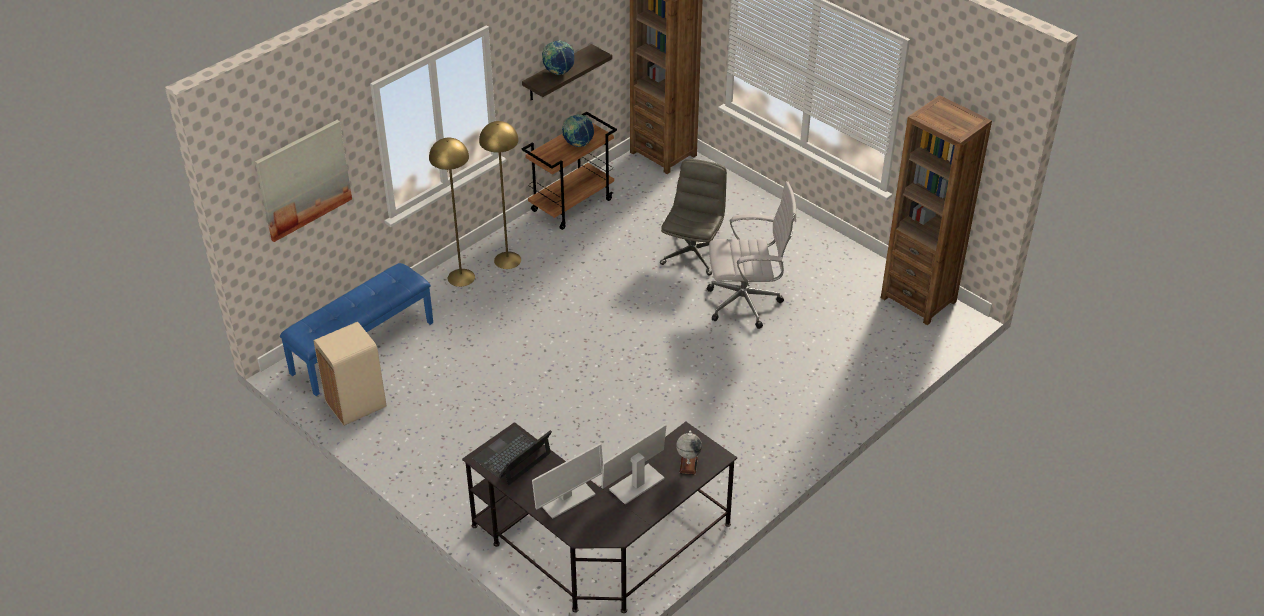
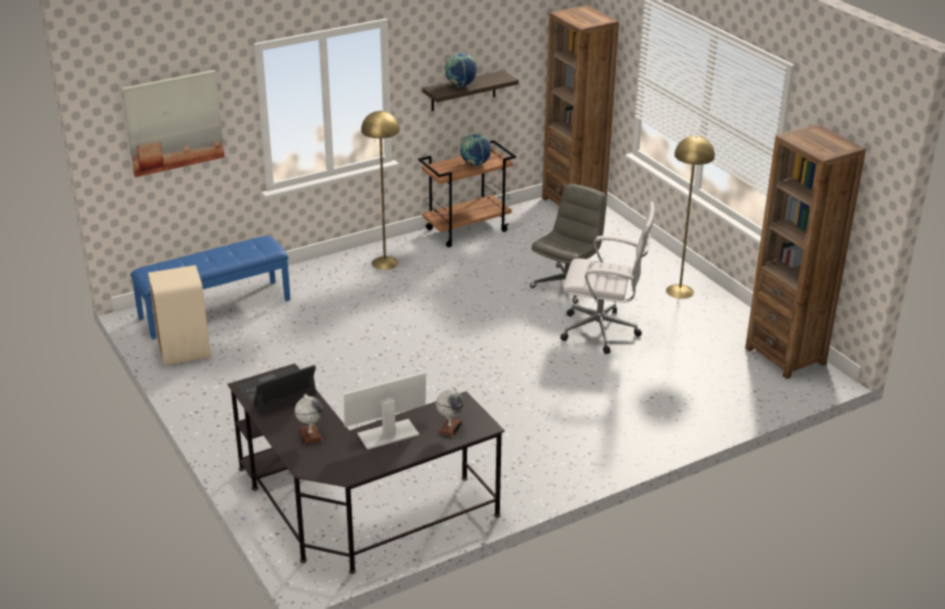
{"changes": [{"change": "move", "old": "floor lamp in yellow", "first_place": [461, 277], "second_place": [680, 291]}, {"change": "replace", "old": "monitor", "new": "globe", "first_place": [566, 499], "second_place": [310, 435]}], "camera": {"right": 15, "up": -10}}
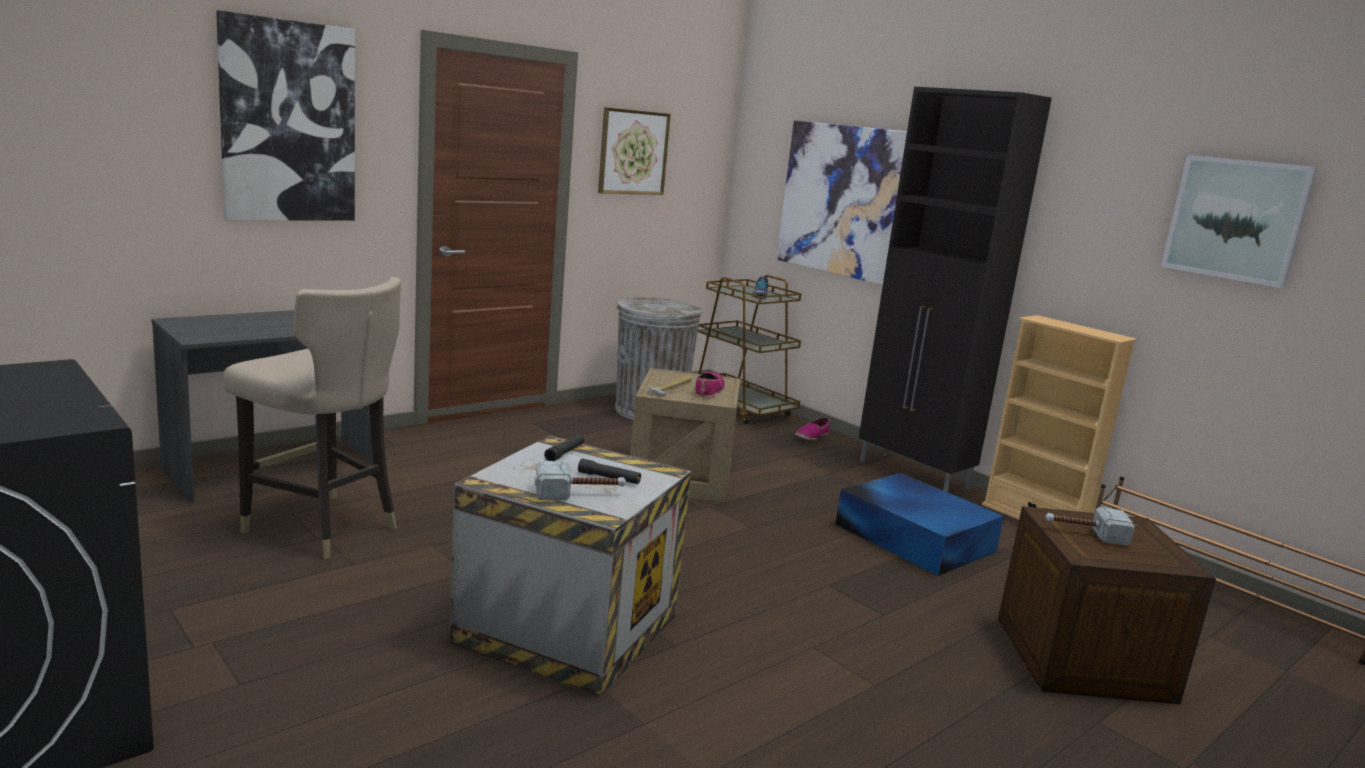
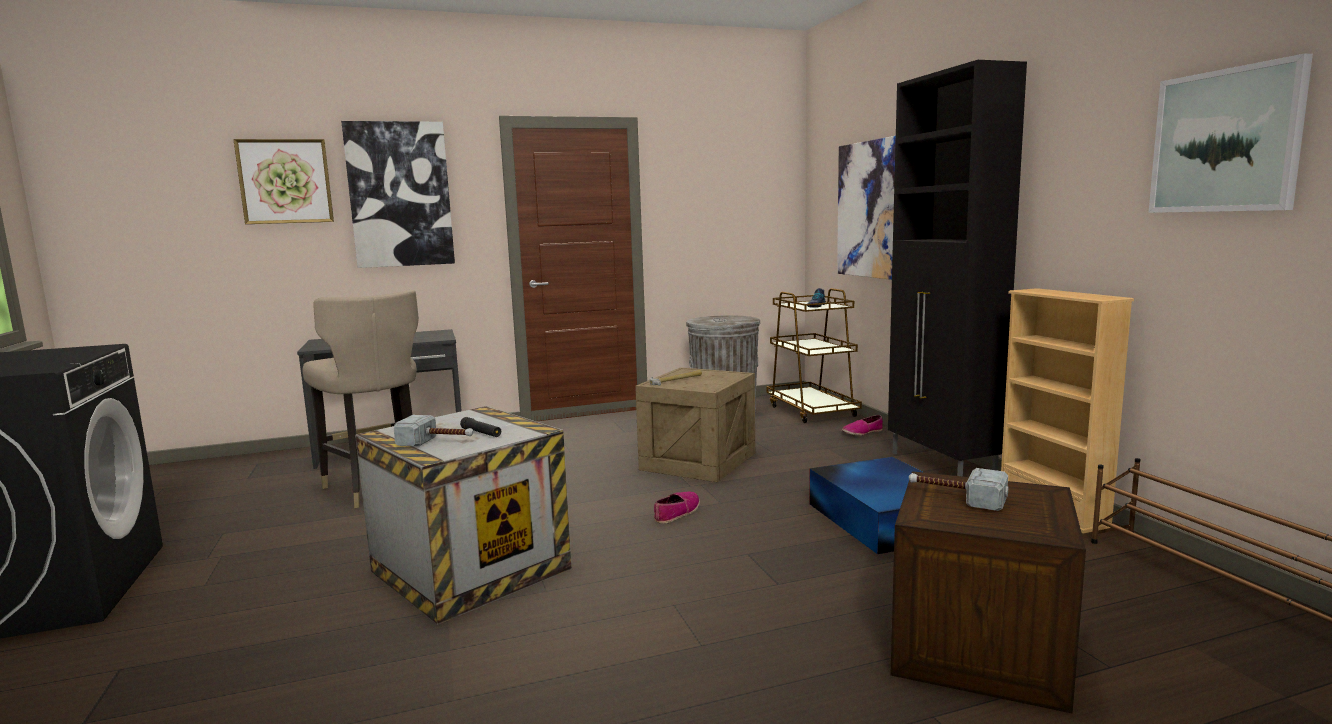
{"changes": [{"change": "delete", "old": "flashlight in black", "first_place": [565, 453]}, {"change": "move", "old": "picture", "first_place": [633, 152], "second_place": [285, 181]}, {"change": "move", "old": "shoe", "first_place": [708, 390], "second_place": [677, 513]}], "camera": {"right": 25, "up": -5}}
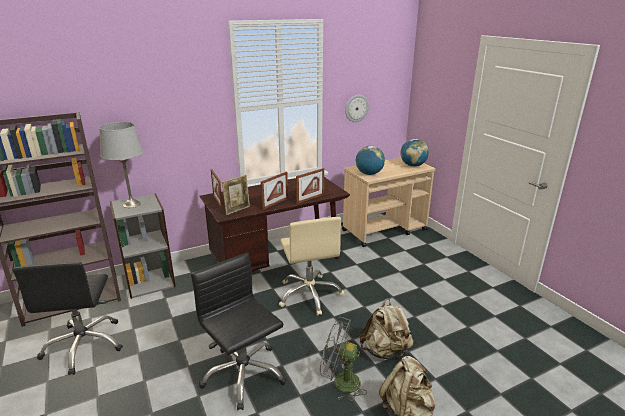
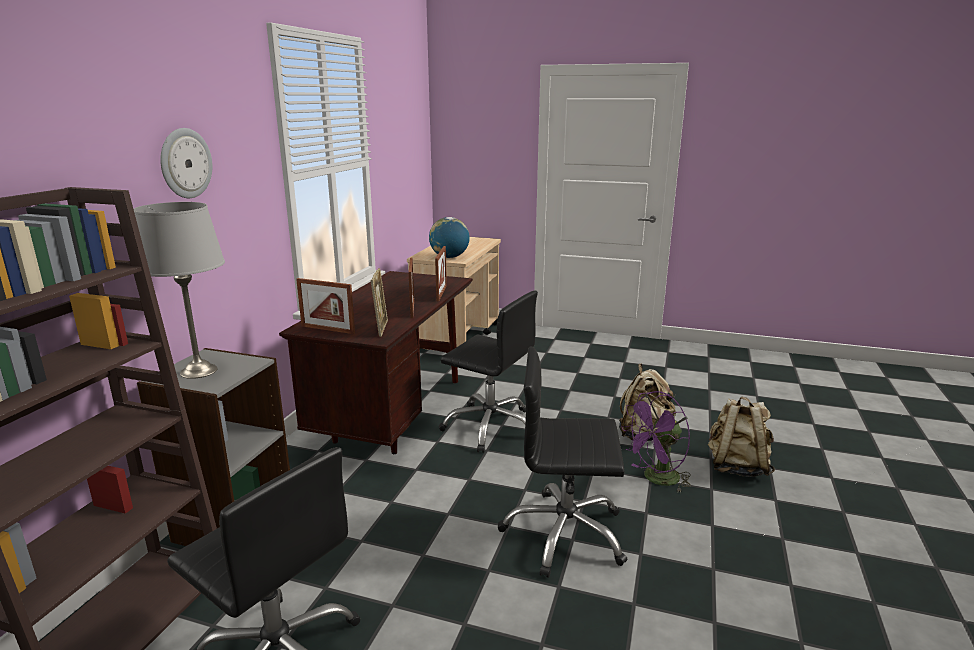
{"changes": [{"change": "delete", "old": "globe", "first_place": [413, 165]}, {"change": "move", "old": "wall clock", "first_place": [356, 108], "second_place": [185, 163]}, {"change": "recolor", "old": "office chair in beige", "new": "office chair in black", "first_place": [310, 294], "second_place": [490, 426]}, {"change": "recolor", "old": "fan in grey", "new": "fan in purple", "first_place": [340, 382], "second_place": [656, 479]}], "camera": {"right": -45, "up": -5}}
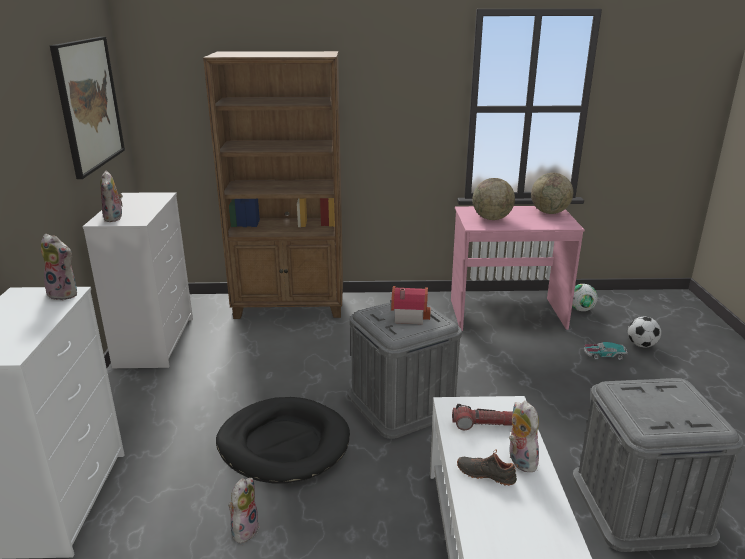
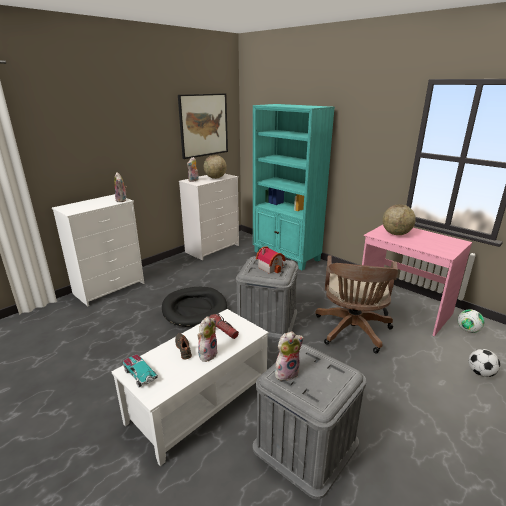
{"changes": [{"change": "insert", "new": "office chair in brown", "second_place": [352, 332]}, {"change": "move", "old": "plush toy", "first_place": [244, 529], "second_place": [286, 372]}, {"change": "move", "old": "globe", "first_place": [549, 212], "second_place": [215, 178]}, {"change": "move", "old": "toy car", "first_place": [603, 355], "second_place": [140, 374]}, {"change": "recolor", "old": "bookcase in brown", "new": "bookcase in turquoise", "first_place": [290, 307], "second_place": [286, 256]}], "camera": {"right": 45, "up": 0}}
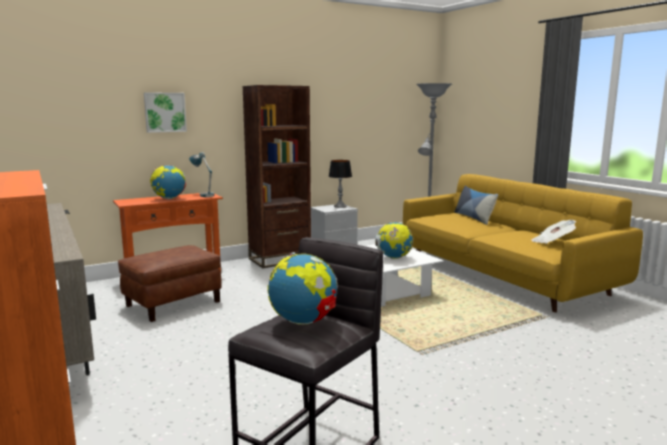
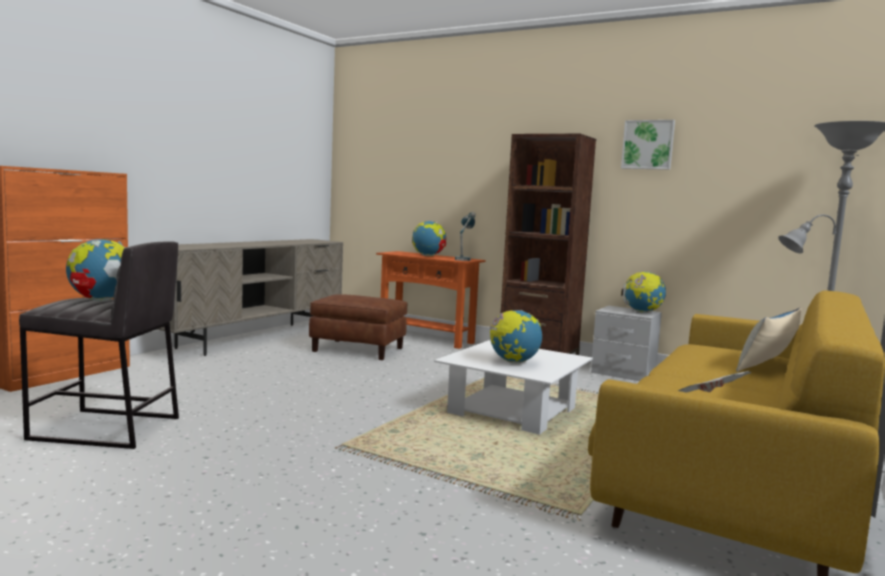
{"changes": [{"change": "move", "old": "picture", "first_place": [165, 112], "second_place": [648, 145]}, {"change": "replace", "old": "table lamp", "new": "globe", "first_place": [340, 206], "second_place": [642, 312]}], "camera": {"right": 60, "up": -5}}
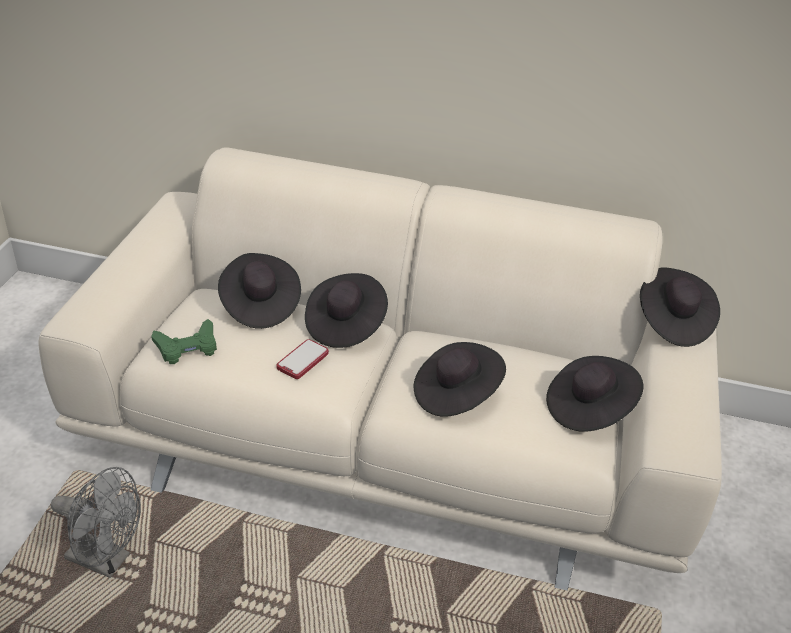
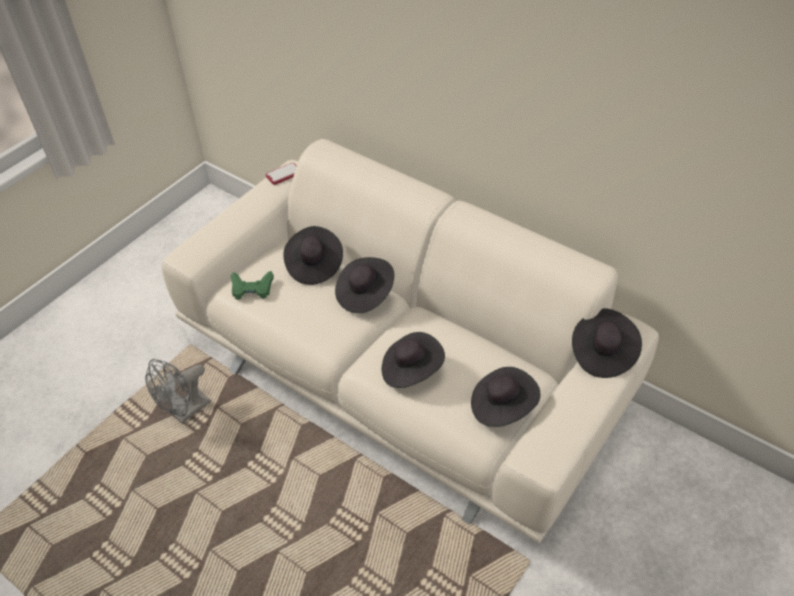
{"changes": [{"change": "move", "old": "phone", "first_place": [302, 360], "second_place": [283, 174]}, {"change": "rotate", "old": "fan in grey", "first_place": [106, 560], "second_place": [185, 412], "degrees": 90}], "camera": {"right": 25, "up": 10}}
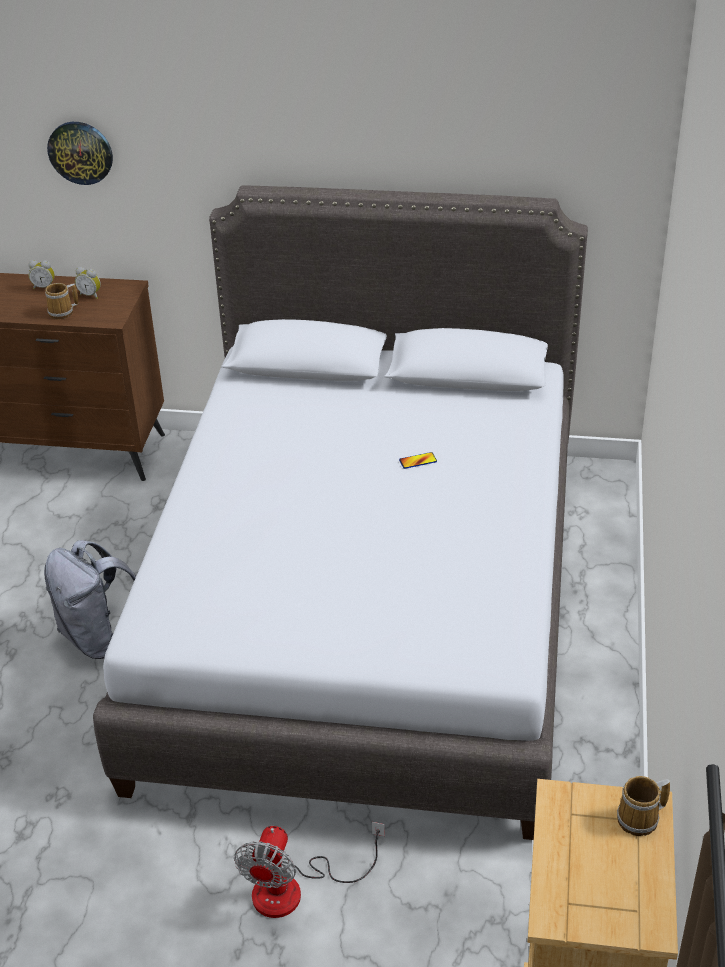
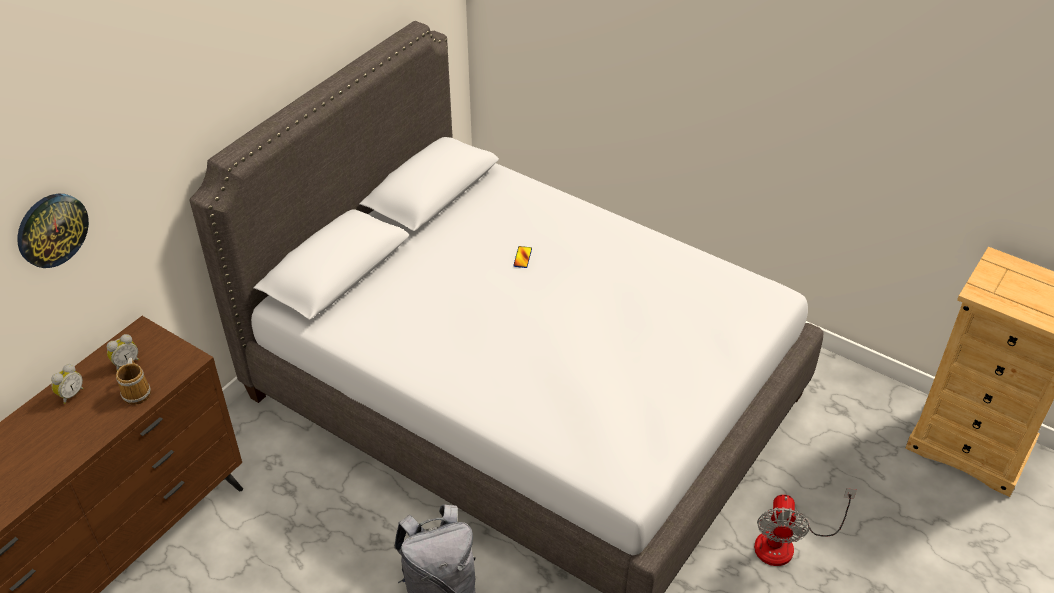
{"changes": [{"change": "delete", "old": "mug", "first_place": [641, 819]}, {"change": "rotate", "old": "fan", "first_place": [294, 889], "second_place": [786, 543], "degrees": 60}], "camera": {"right": -65, "up": 5}}
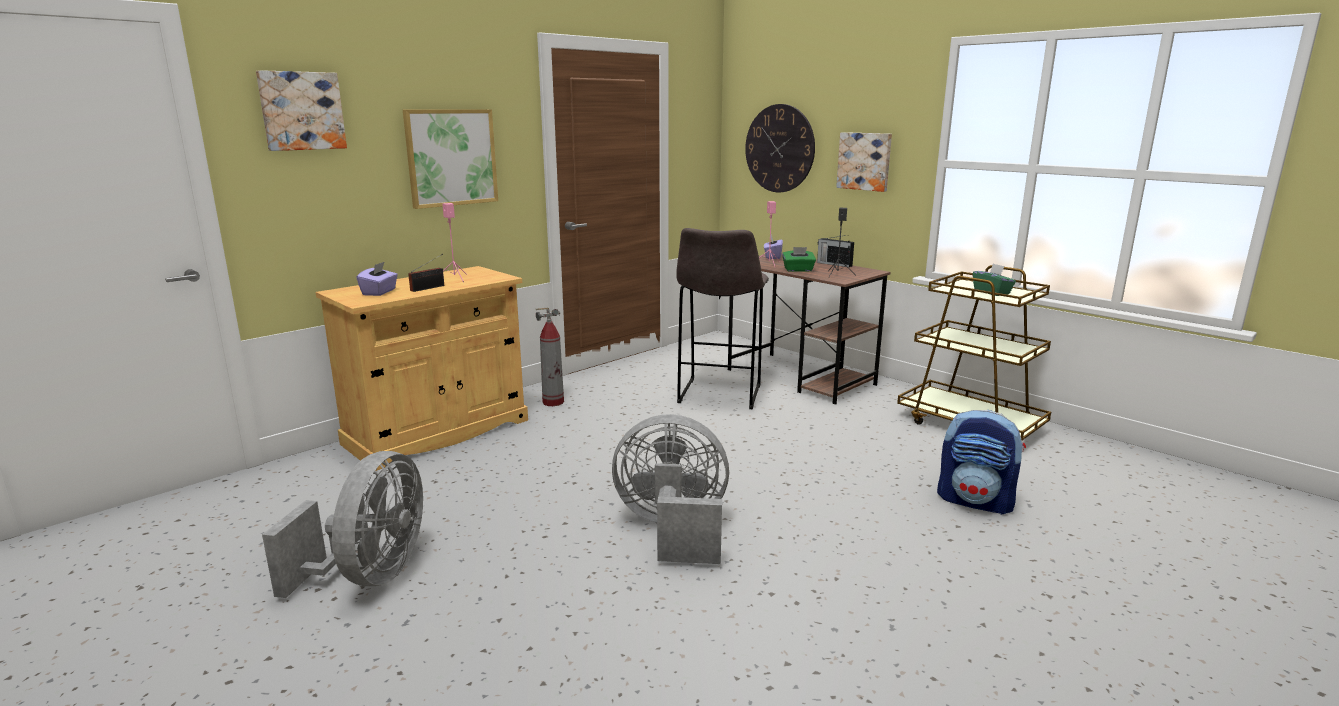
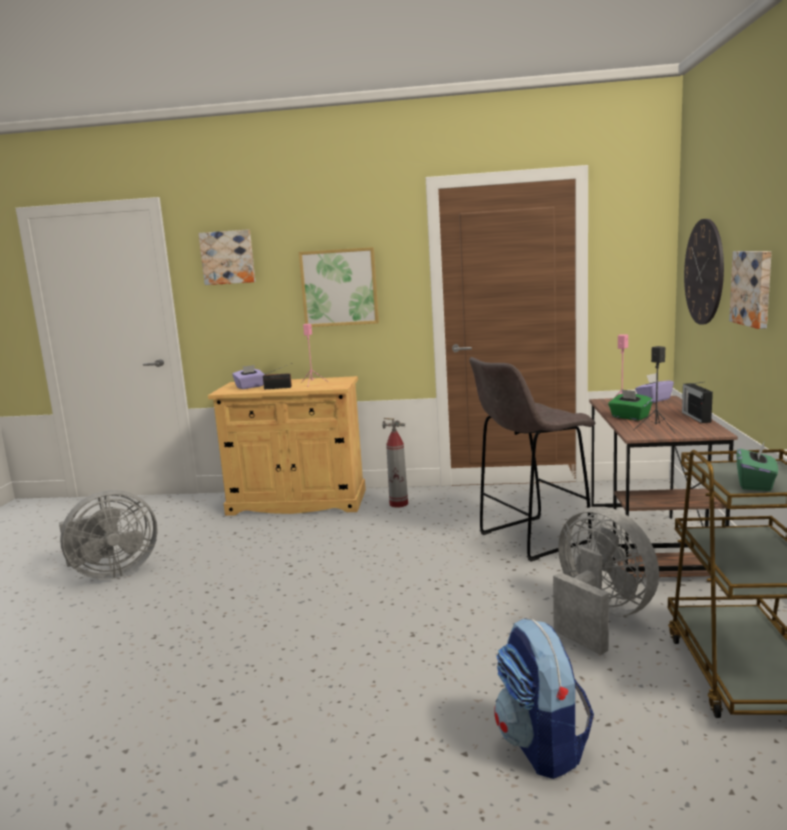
{"changes": [{"change": "move", "old": "fan in grey", "first_place": [673, 530], "second_place": [599, 617]}], "camera": {"right": 50, "up": -5}}
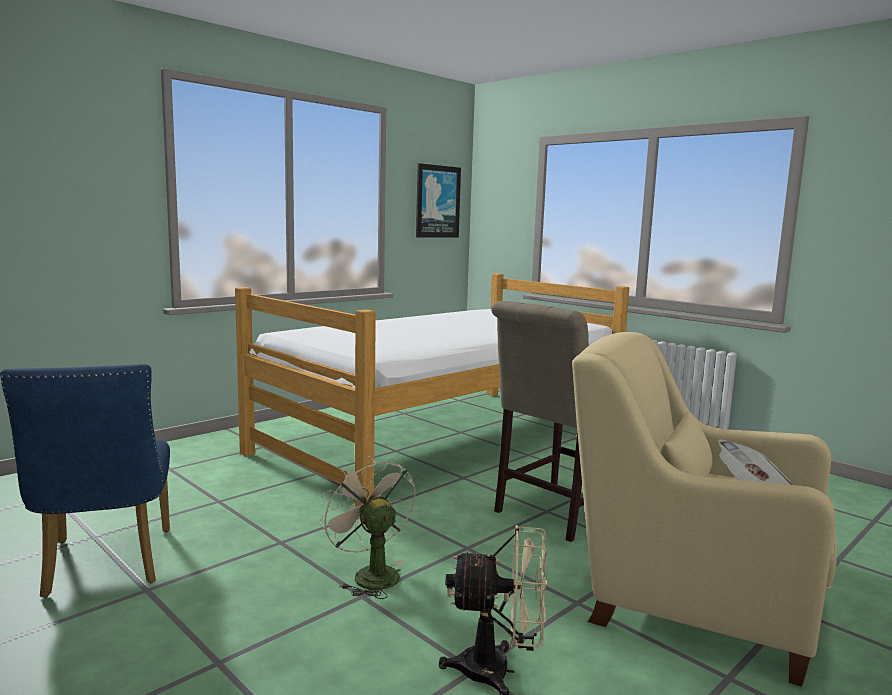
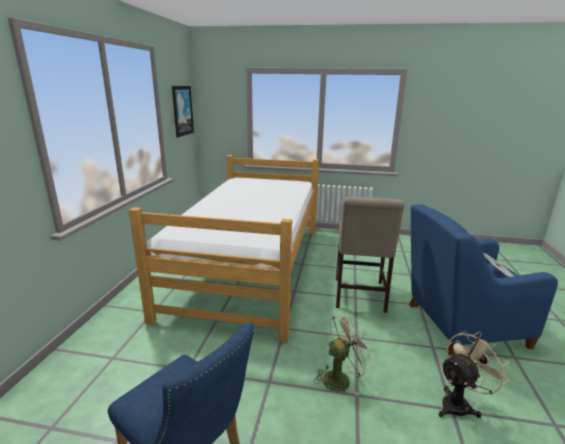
{"changes": [{"change": "recolor", "old": "armchair in beige", "new": "armchair in blue", "first_place": [689, 601], "second_place": [460, 325]}, {"change": "rotate", "old": "fan in beige", "first_place": [370, 574], "second_place": [341, 378], "degrees": 135}], "camera": {"right": -35, "up": 10}}
